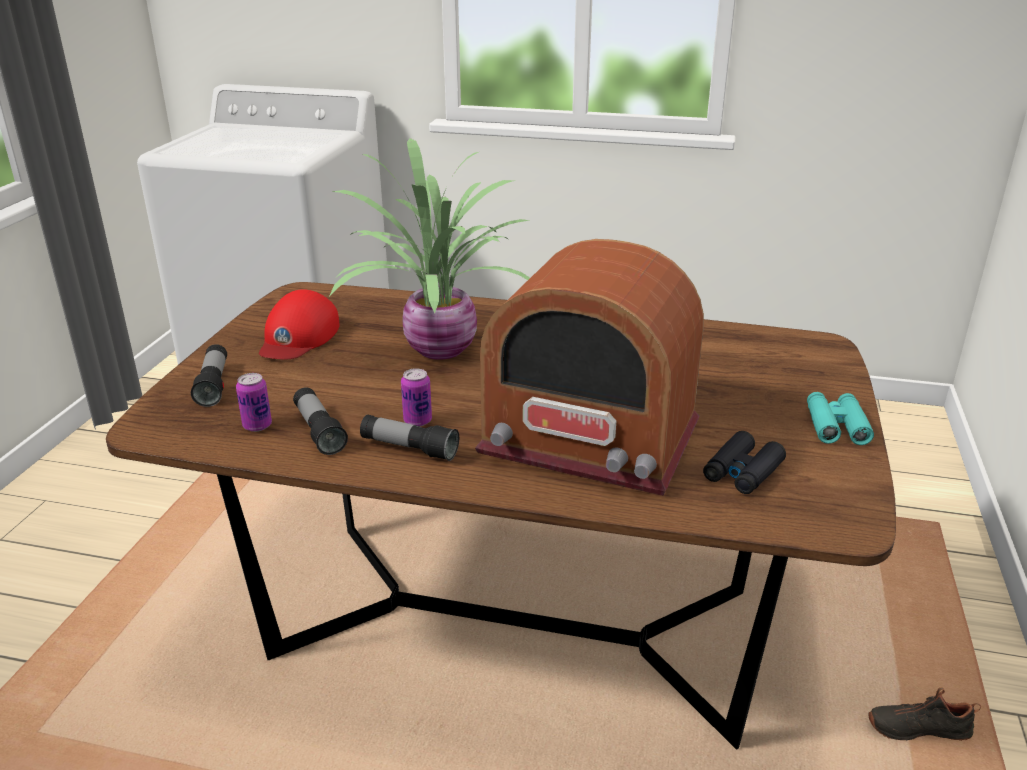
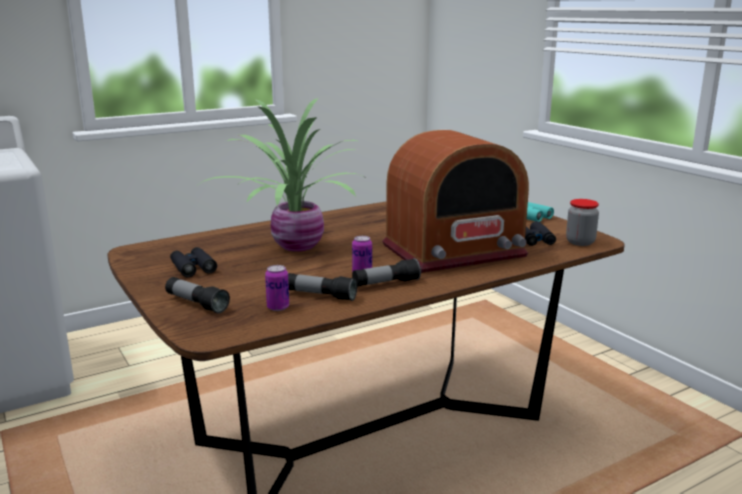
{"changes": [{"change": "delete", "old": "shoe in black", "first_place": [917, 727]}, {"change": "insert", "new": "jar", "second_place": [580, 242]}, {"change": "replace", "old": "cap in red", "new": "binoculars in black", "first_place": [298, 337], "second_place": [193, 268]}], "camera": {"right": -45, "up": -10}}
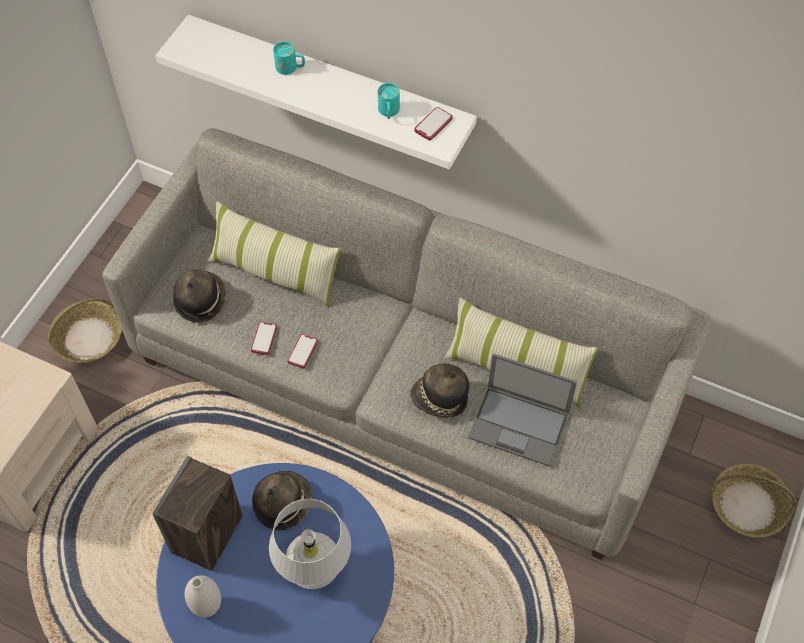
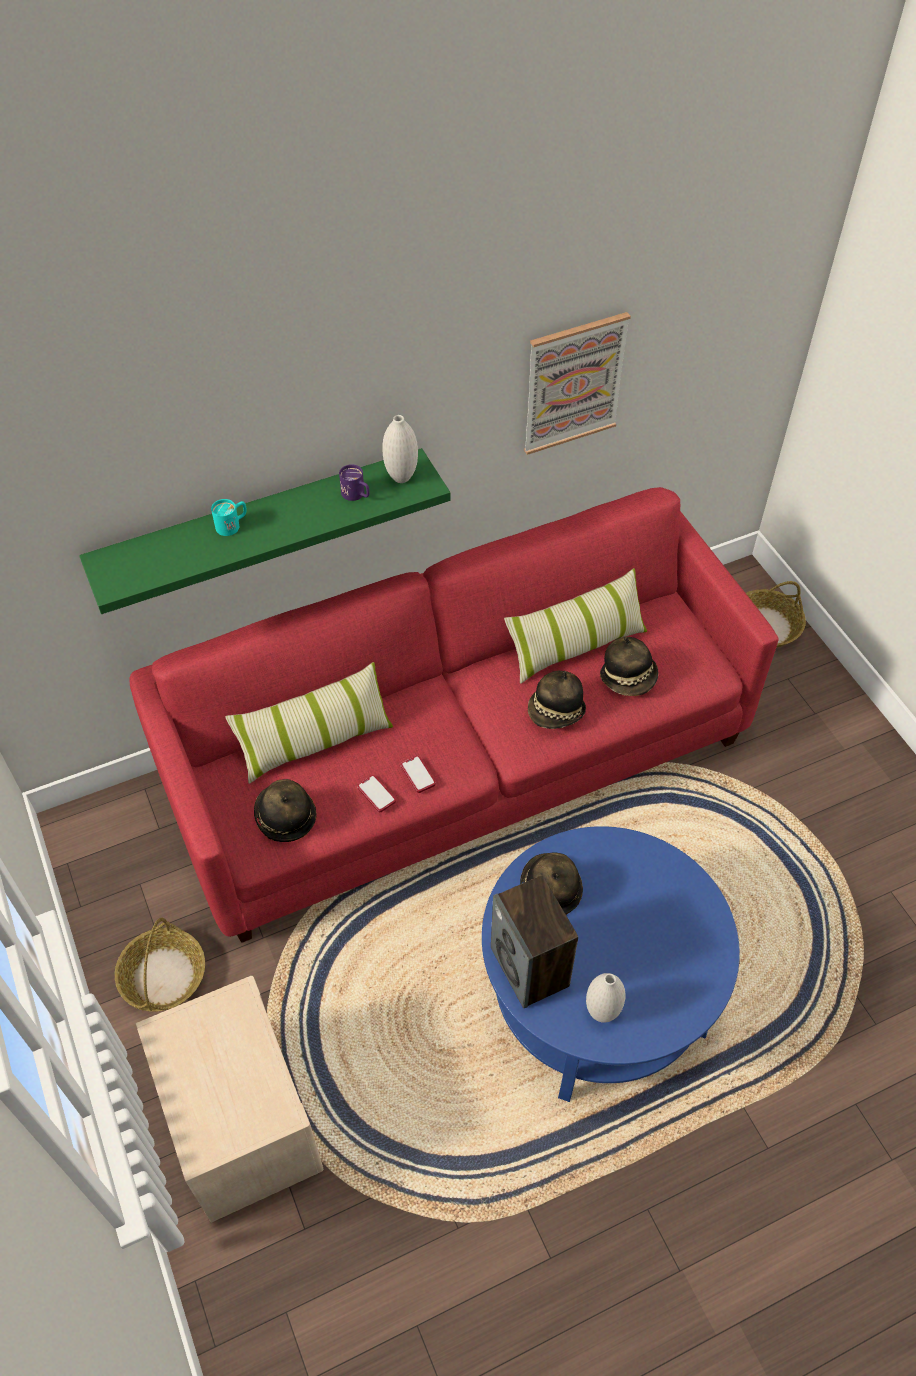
{"changes": [{"change": "delete", "old": "table lamp in white", "first_place": [314, 569]}, {"change": "insert", "new": "picture", "second_place": [573, 383]}, {"change": "replace", "old": "phone", "new": "vase in white", "first_place": [433, 124], "second_place": [401, 477]}, {"change": "replace", "old": "laptop", "new": "hat", "first_place": [520, 425], "second_place": [629, 678]}, {"change": "recolor", "old": "sofa in grey", "new": "sofa in red", "first_place": [403, 380], "second_place": [458, 760]}, {"change": "recolor", "old": "shelf in white", "new": "shelf in green", "first_place": [329, 84], "second_place": [260, 522]}, {"change": "recolor", "old": "mug in turquoise", "new": "mug in purple", "first_place": [388, 112], "second_place": [357, 495]}], "camera": {"right": -50, "up": -5}}
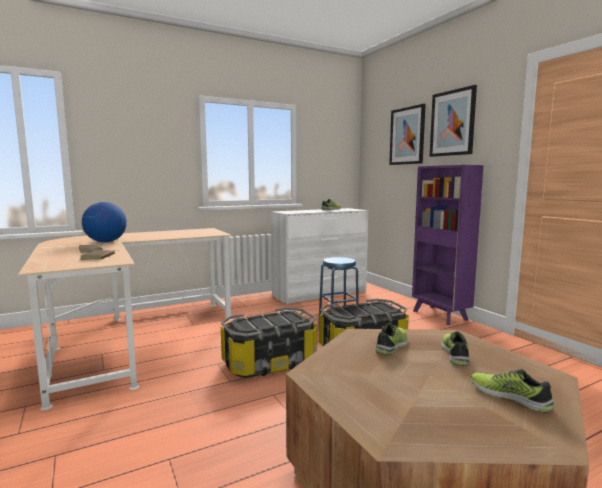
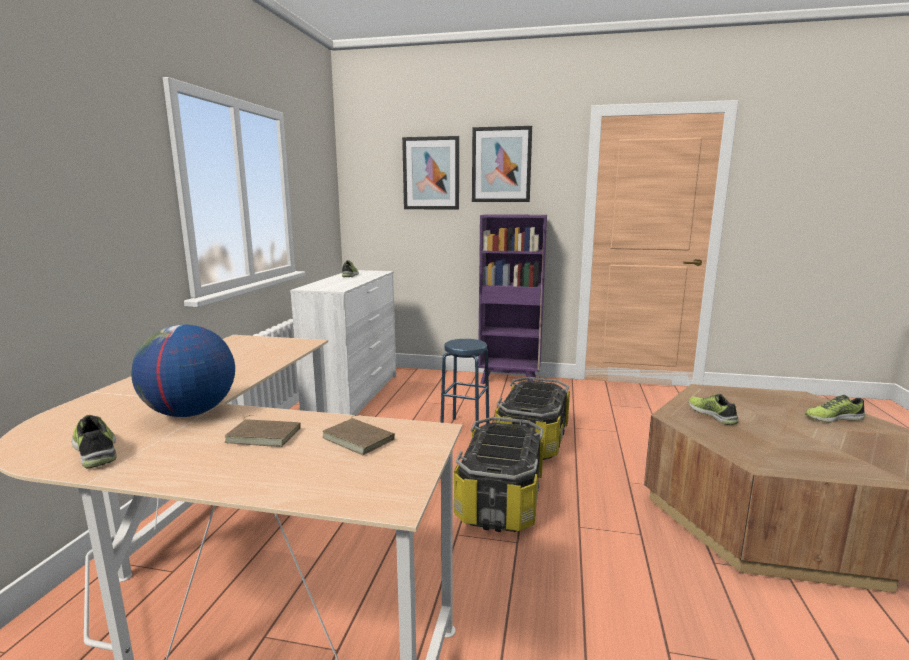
{"changes": [{"change": "move", "old": "shoe", "first_place": [455, 354], "second_place": [96, 450]}], "camera": {"right": -50, "up": 5}}
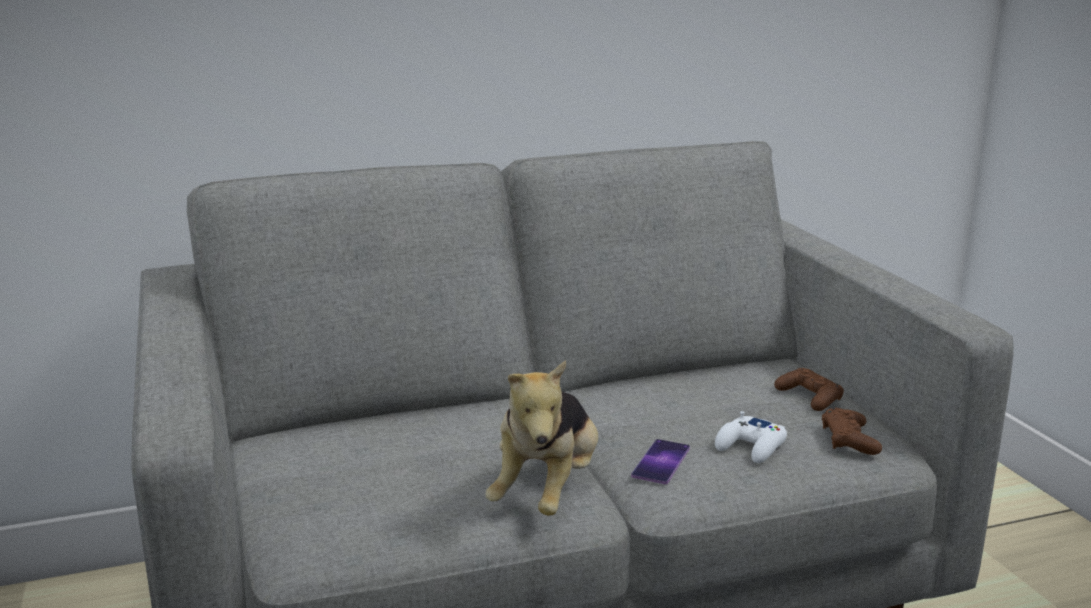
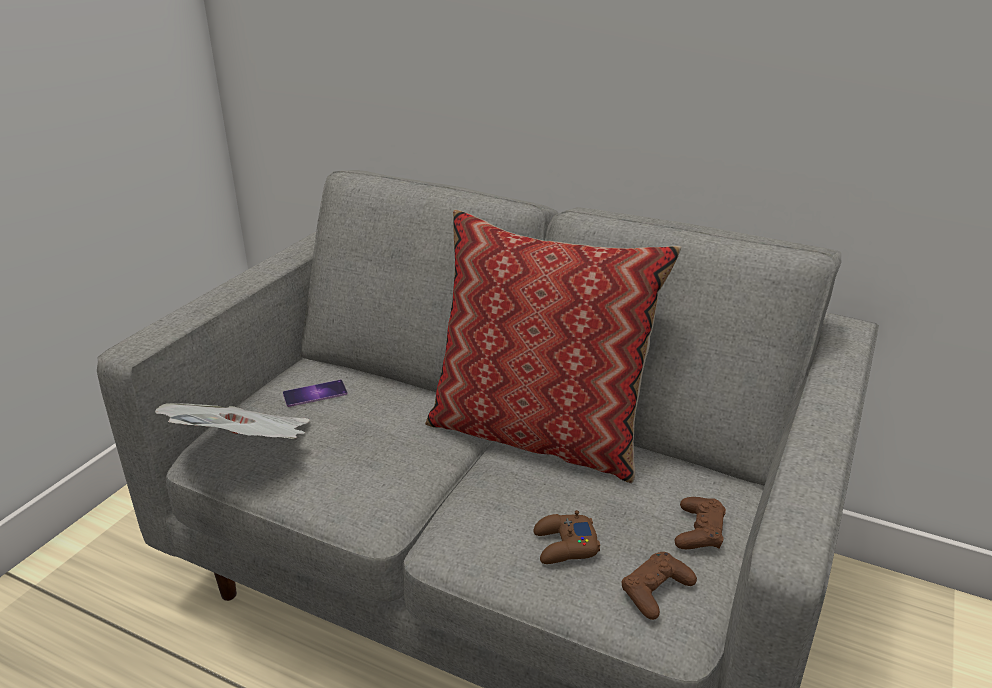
{"changes": [{"change": "delete", "old": "plush toy", "first_place": [547, 492]}, {"change": "insert", "new": "newspaper", "second_place": [246, 450]}, {"change": "insert", "new": "pillow", "second_place": [539, 433]}, {"change": "move", "old": "phone", "first_place": [661, 462], "second_place": [315, 393]}, {"change": "recolor", "old": "game controller in white", "new": "game controller in brown", "first_place": [751, 447], "second_place": [565, 546]}], "camera": {"right": 45, "up": 10}}
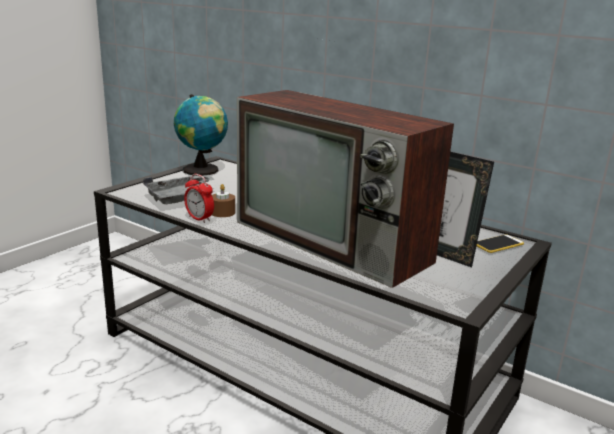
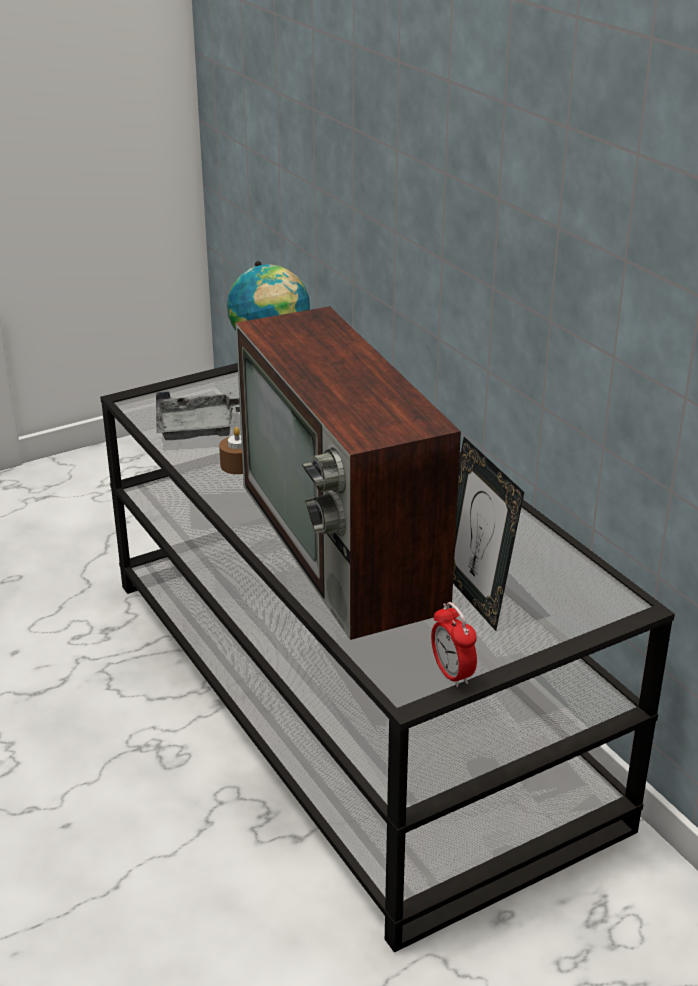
{"changes": [{"change": "delete", "old": "phone", "first_place": [498, 244]}, {"change": "move", "old": "alarm clock", "first_place": [199, 219], "second_place": [452, 674]}], "camera": {"right": 25, "up": 10}}
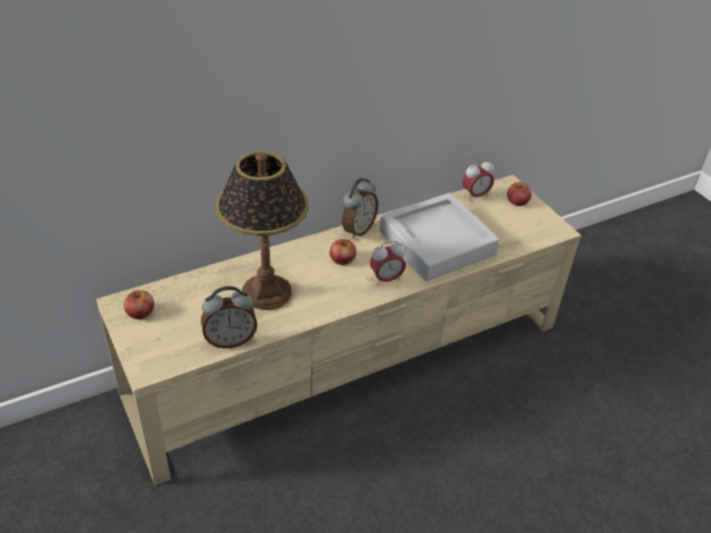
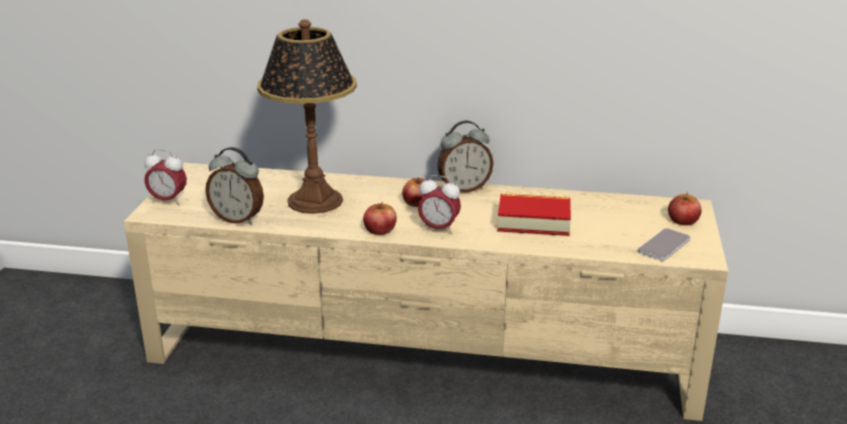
{"changes": [{"change": "insert", "new": "phone", "second_place": [664, 245]}, {"change": "move", "old": "apple", "first_place": [140, 312], "second_place": [380, 229]}, {"change": "move", "old": "alarm clock", "first_place": [475, 195], "second_place": [168, 201]}, {"change": "replace", "old": "tray in grey", "new": "book", "first_place": [437, 243], "second_place": [533, 222]}], "camera": {"right": 40, "up": -15}}
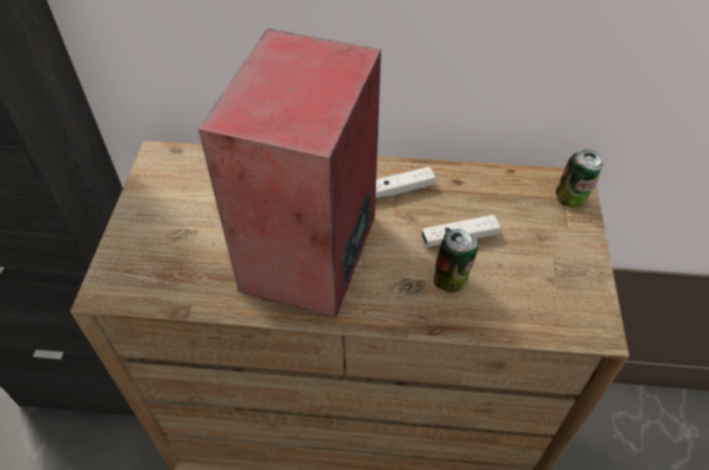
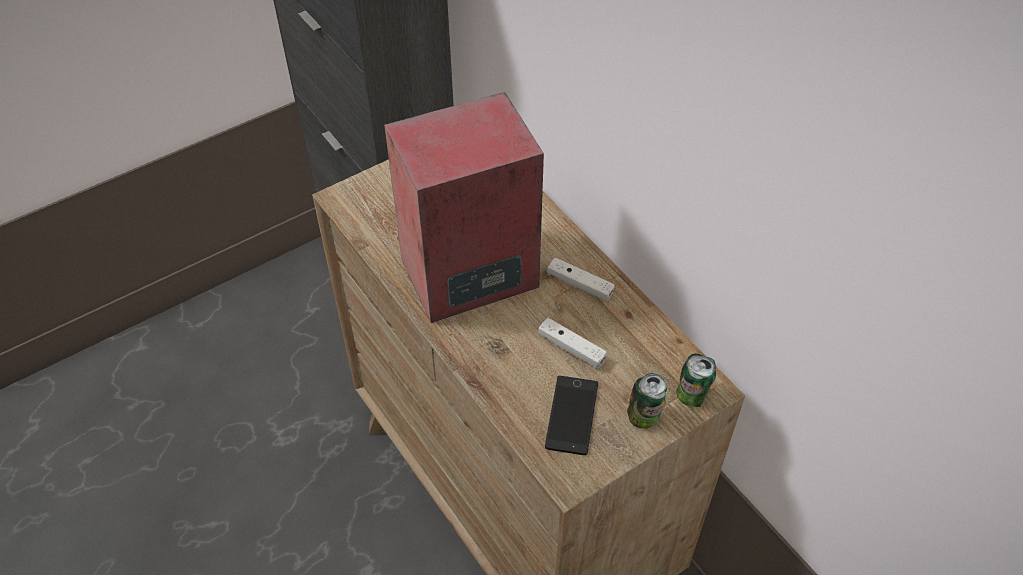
{"changes": [{"change": "insert", "new": "phone", "second_place": [571, 415]}, {"change": "move", "old": "can", "first_place": [451, 280], "second_place": [644, 418]}], "camera": {"right": 50, "up": 0}}
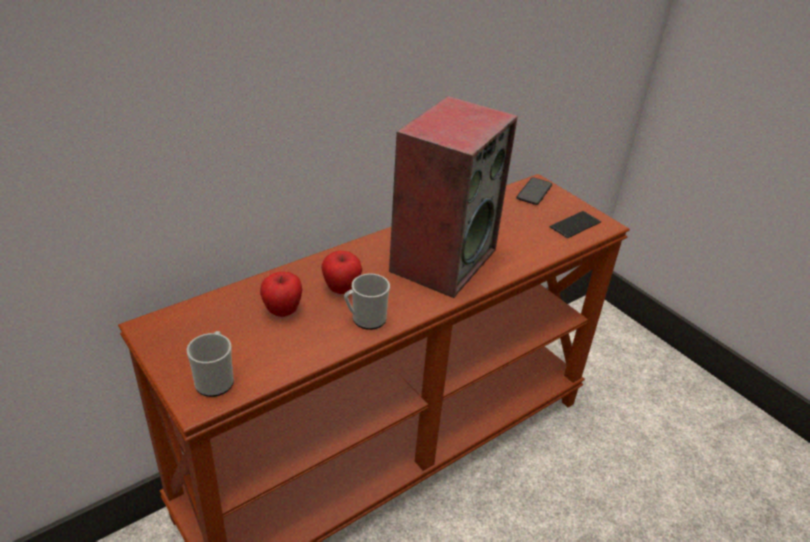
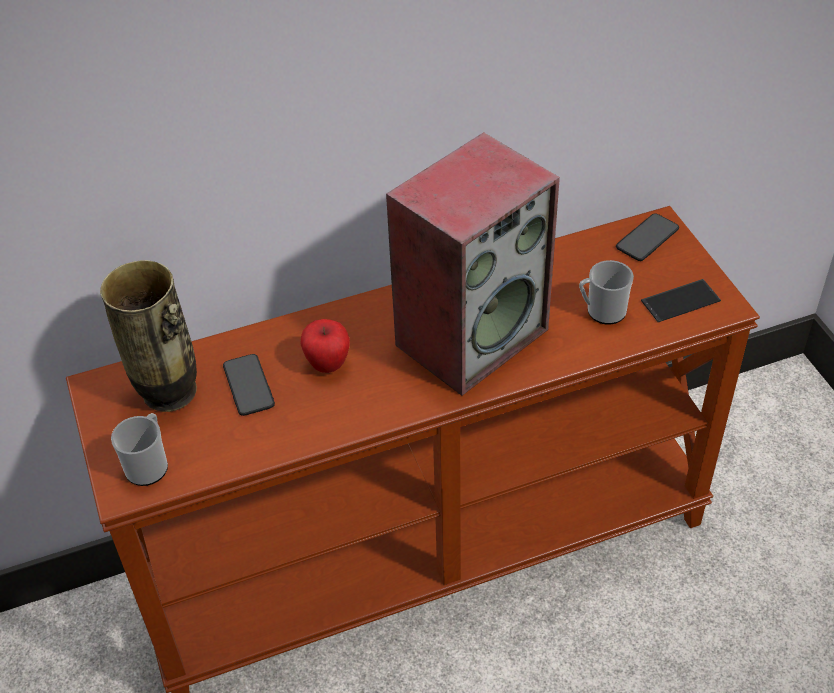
{"changes": [{"change": "insert", "new": "vase", "second_place": [169, 393]}, {"change": "move", "old": "mug", "first_place": [365, 319], "second_place": [602, 311]}, {"change": "replace", "old": "apple", "new": "phone", "first_place": [282, 311], "second_place": [248, 385]}], "camera": {"right": 20, "up": 10}}
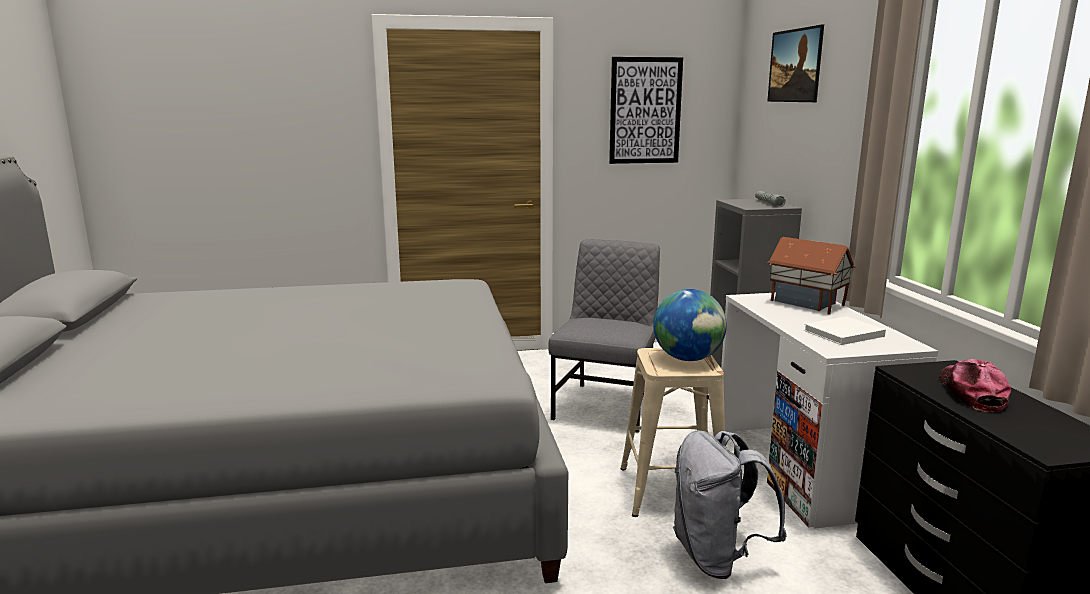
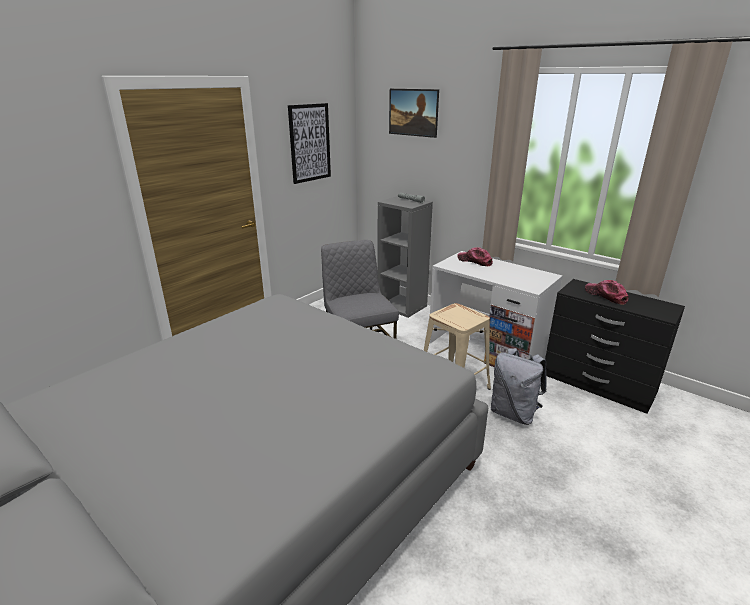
{"changes": [{"change": "delete", "old": "globe", "first_place": [687, 359]}, {"change": "delete", "old": "book in white", "first_place": [842, 333]}, {"change": "replace", "old": "toy house", "new": "cap", "first_place": [806, 304], "second_place": [475, 261]}], "camera": {"right": -40, "up": 10}}
